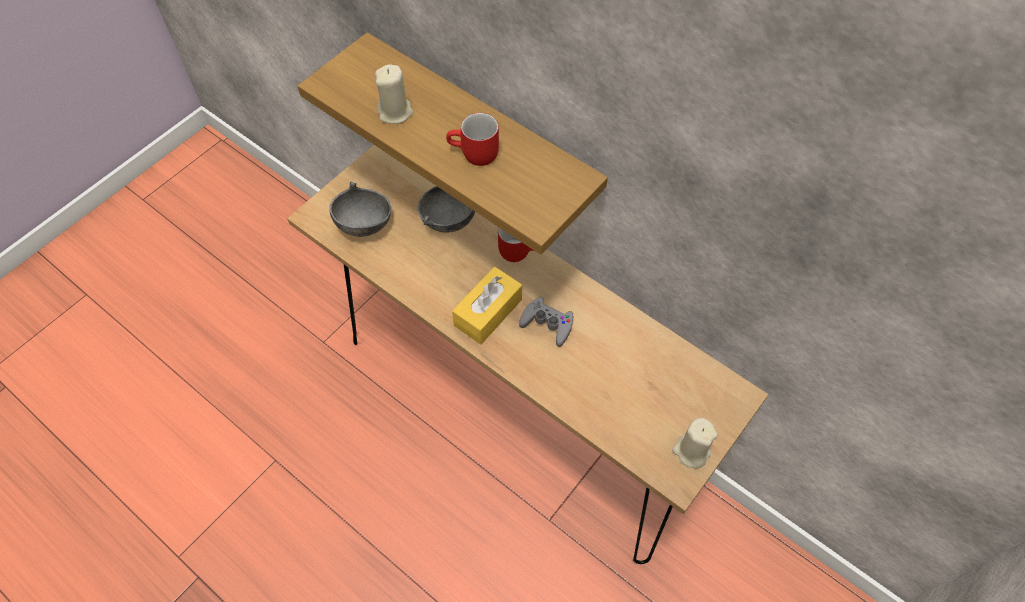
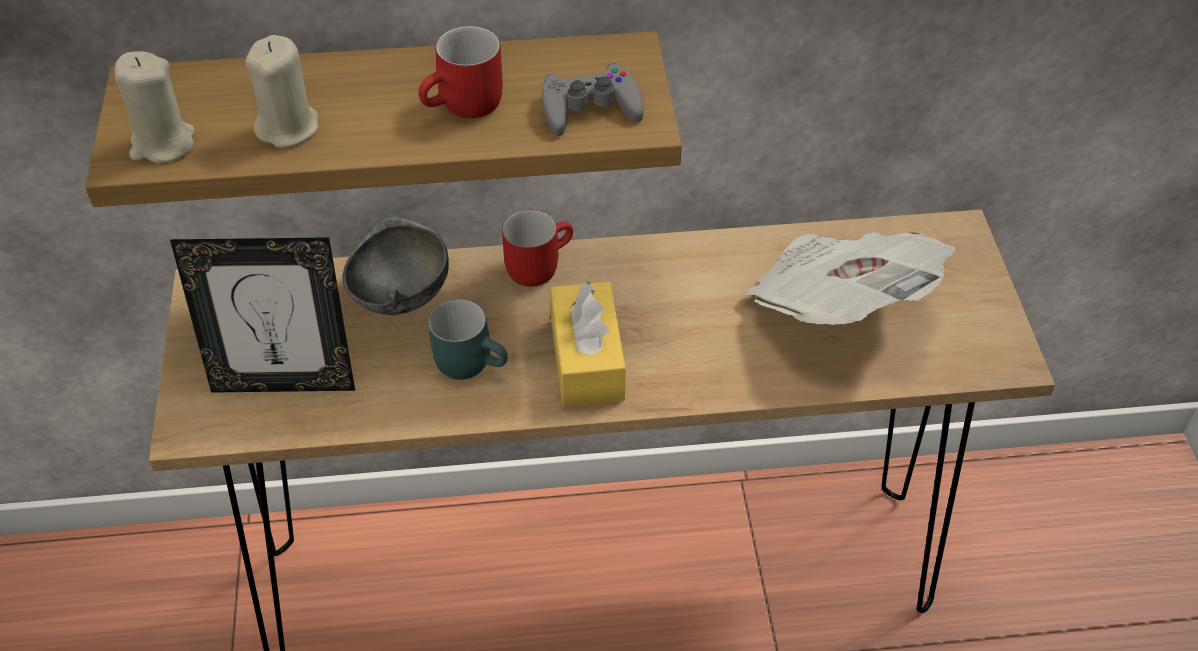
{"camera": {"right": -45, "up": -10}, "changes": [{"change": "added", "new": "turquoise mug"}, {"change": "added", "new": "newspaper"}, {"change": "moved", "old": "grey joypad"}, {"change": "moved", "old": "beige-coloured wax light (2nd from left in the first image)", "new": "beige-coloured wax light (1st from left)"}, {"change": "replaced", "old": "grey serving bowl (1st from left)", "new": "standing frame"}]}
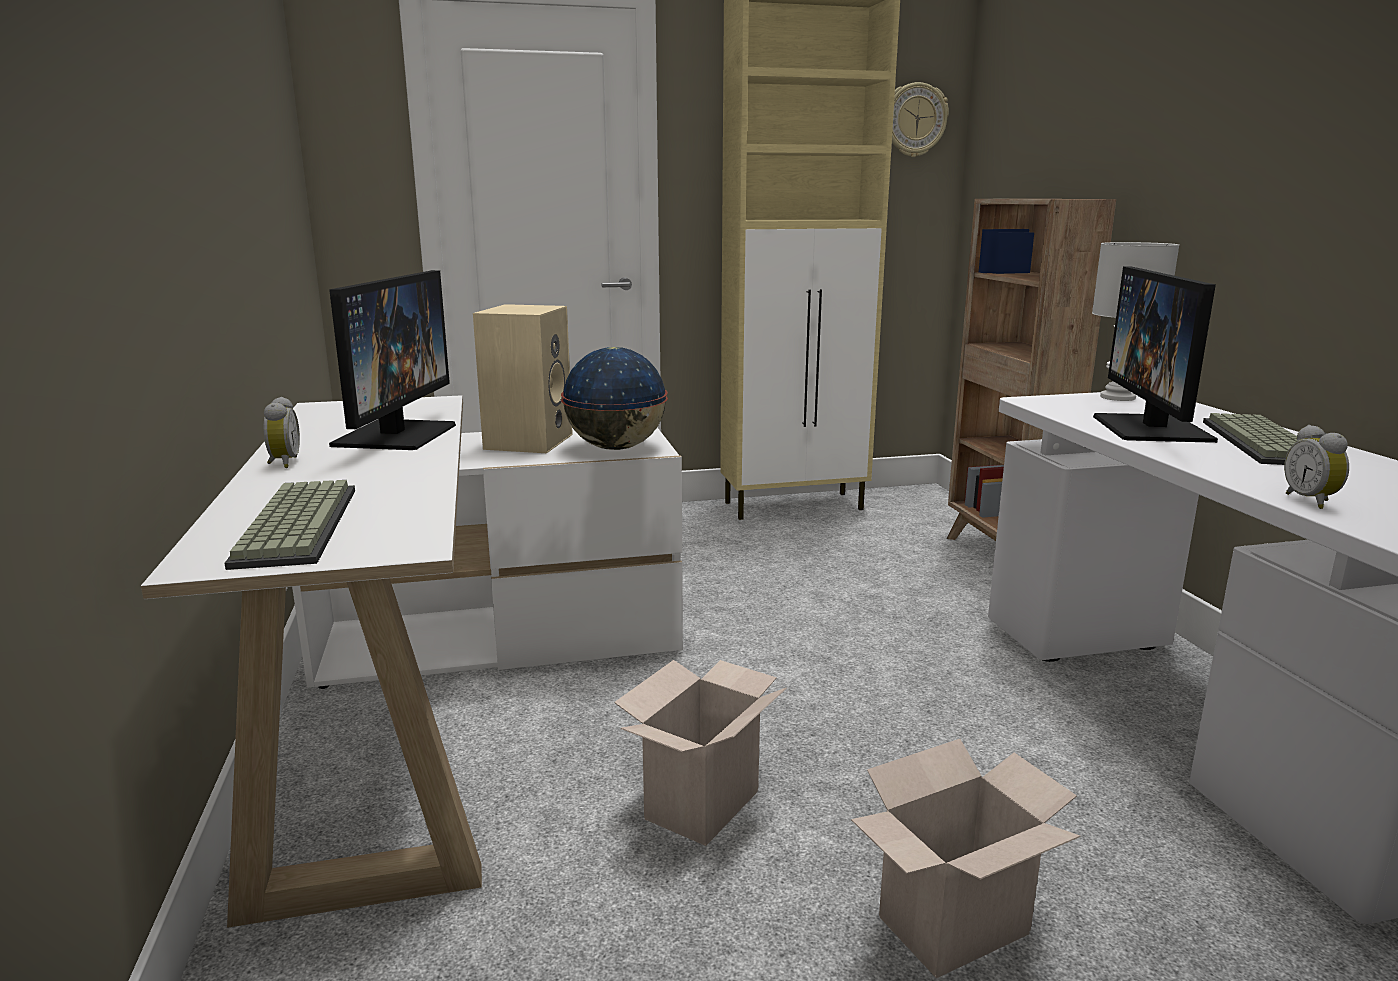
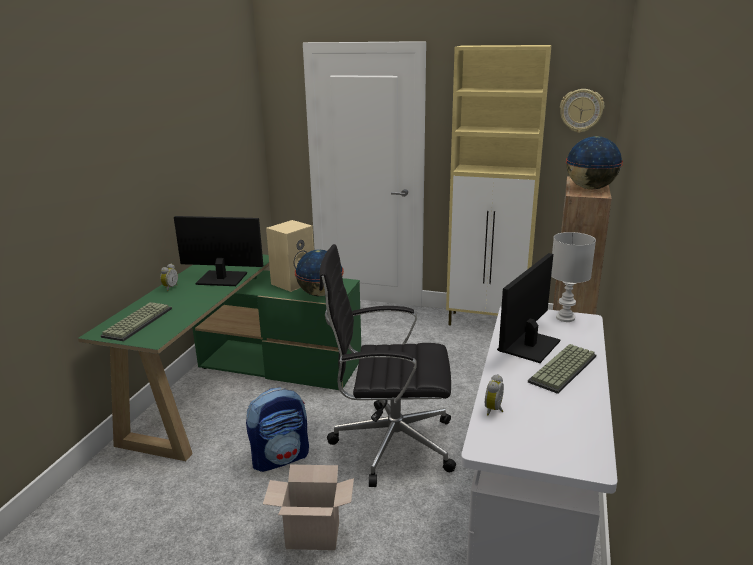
{"camera": {"right": 30, "up": 5}, "changes": [{"change": "added", "new": "black-coloured office chair"}, {"change": "added", "new": "world globe (2nd from left)"}, {"change": "replaced", "old": "packing box (1st from left)", "new": "knapsack"}, {"change": "recoloured", "old": "white desk unit (1st from left)", "new": "greenish desk unit"}, {"change": "turned", "old": "monitor (1st from left)", "degrees": -120}]}
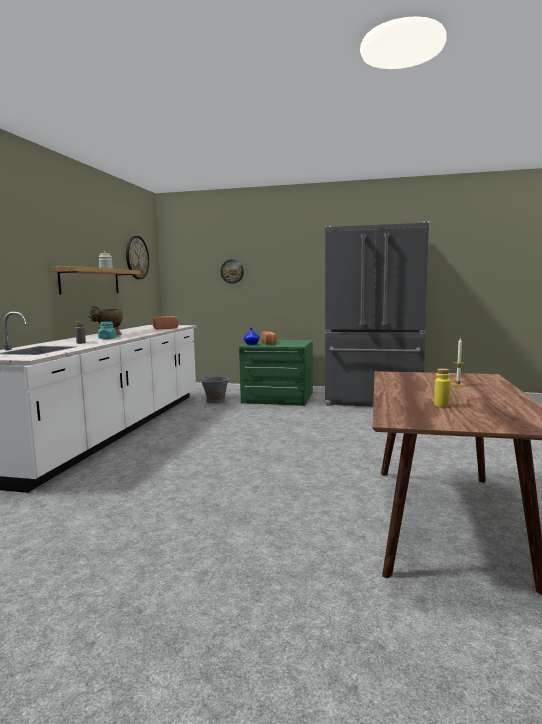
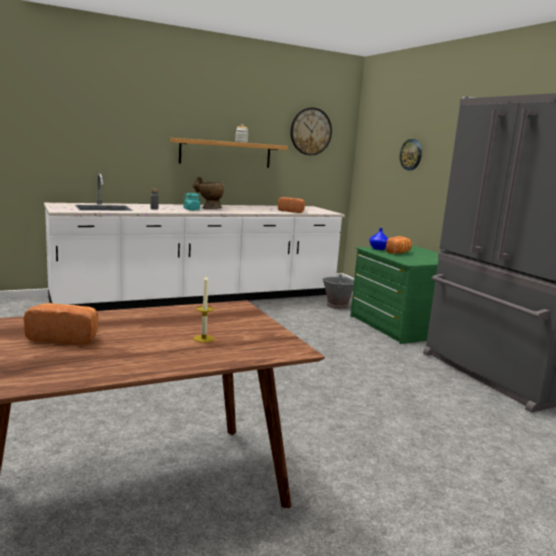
{"camera": {"right": 50, "up": 5}, "changes": [{"change": "replaced", "old": "yellow beverage bottle", "new": "bread (1st from left)"}]}
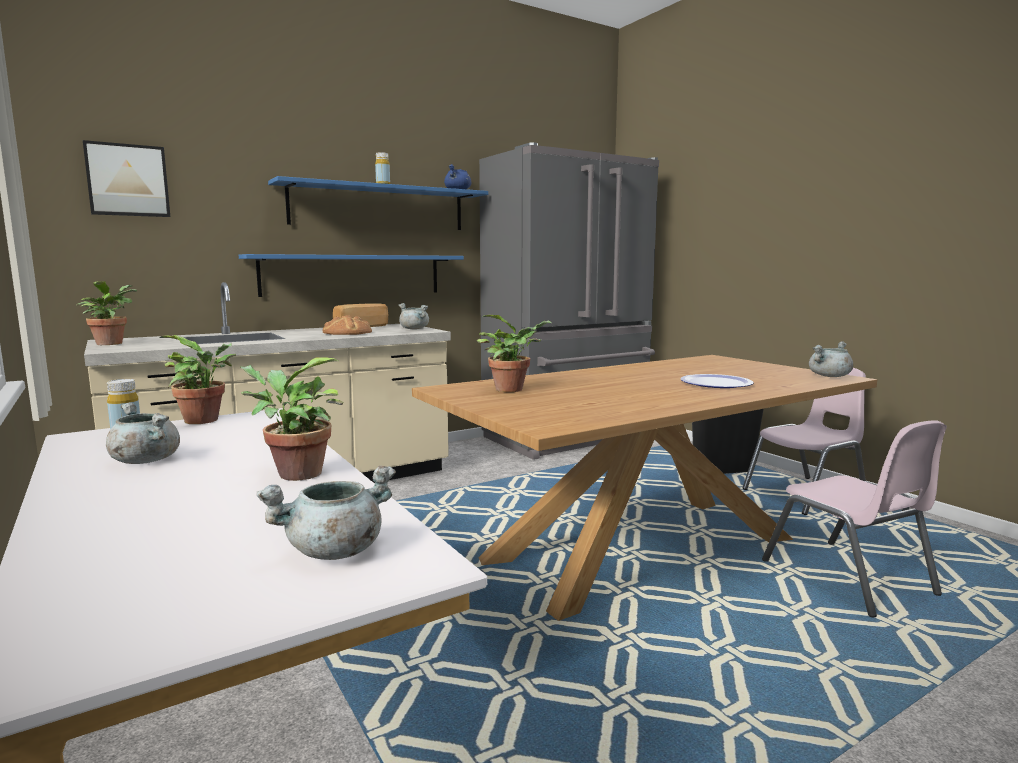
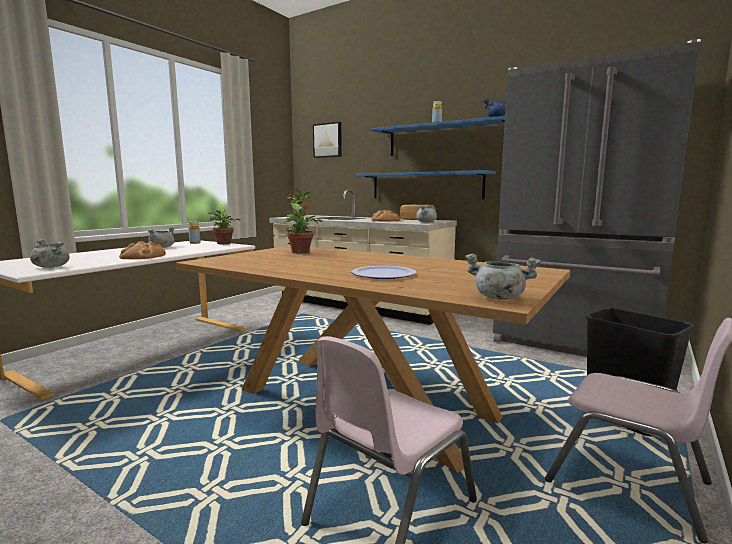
{"camera": {"right": 65, "up": 0}, "changes": [{"change": "replaced", "old": "potted plant (3rd from left)", "new": "bread (1st from left)"}]}
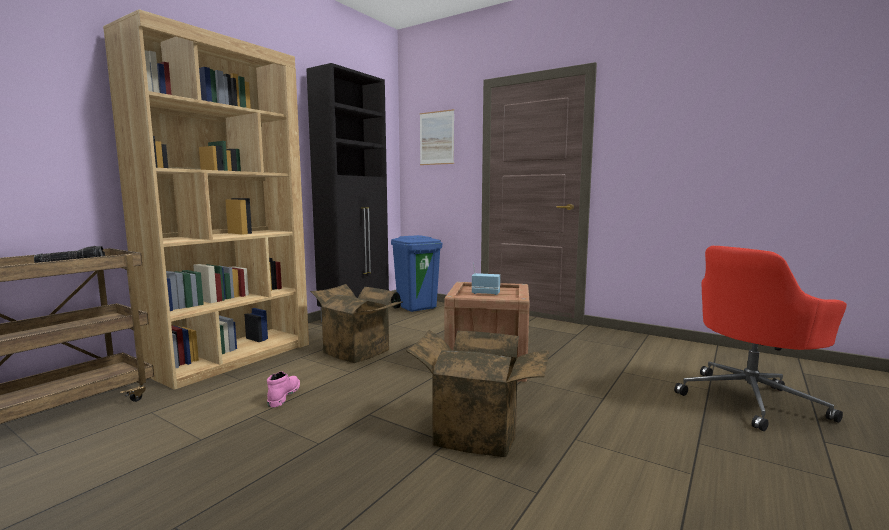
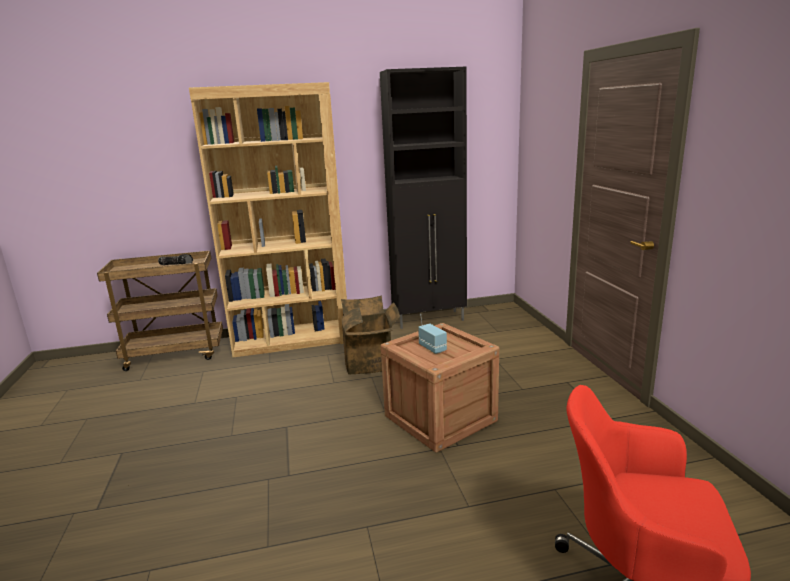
{"camera": {"right": 45, "up": 10}, "changes": [{"change": "removed", "old": "pink-coloured tall boot"}, {"change": "removed", "old": "blue waste bin"}, {"change": "removed", "old": "packing box (2nd from left)"}, {"change": "removed", "old": "wall picture"}]}
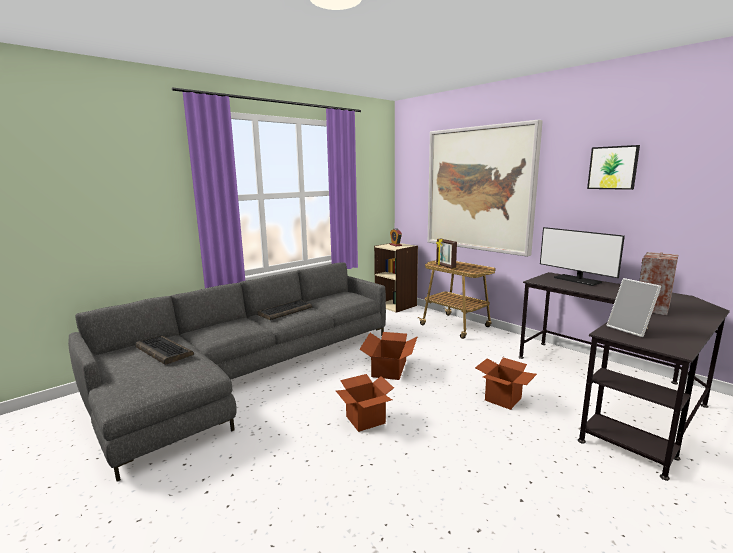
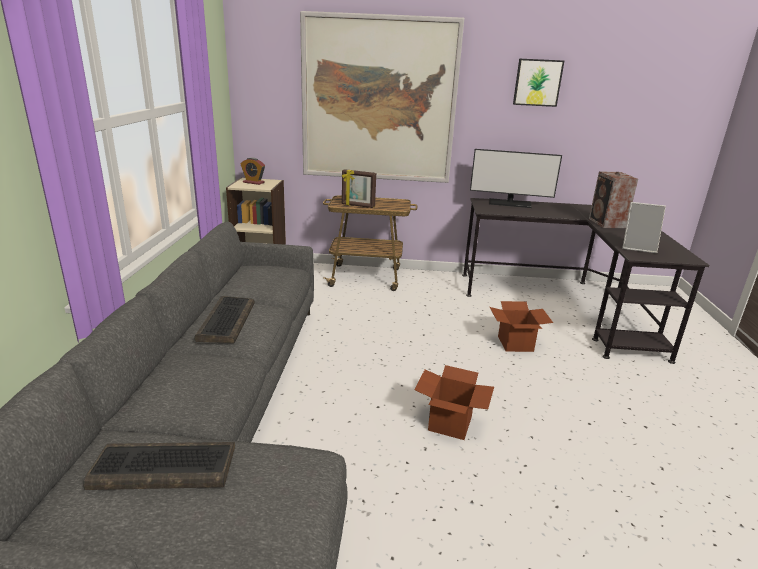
{"camera": {"right": -45, "up": 10}, "changes": [{"change": "removed", "old": "packing box (2nd from left)"}]}
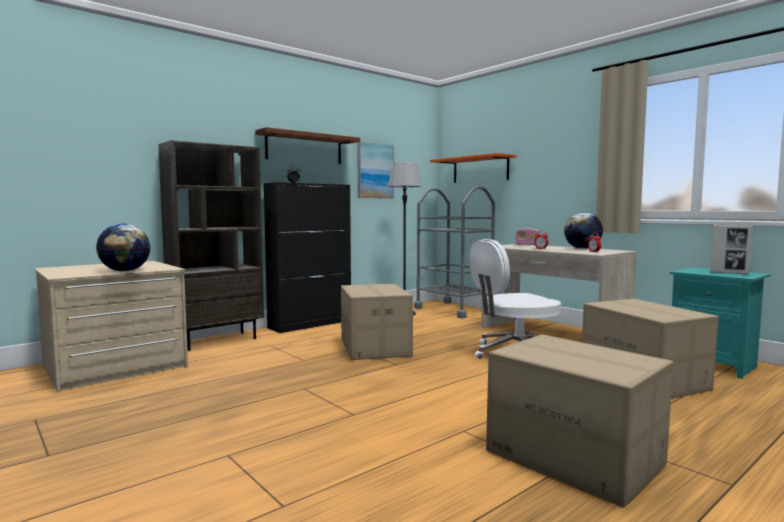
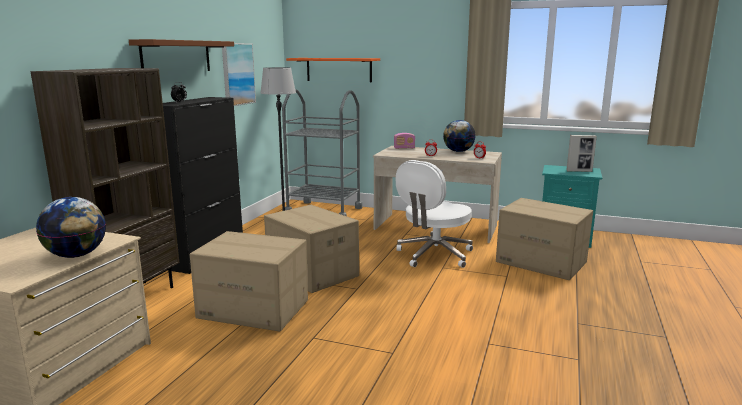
{"camera": {"right": -30, "up": 10}, "changes": [{"change": "moved", "old": "packing box (2nd from left in the first image)", "new": "packing box (1st from left)"}]}
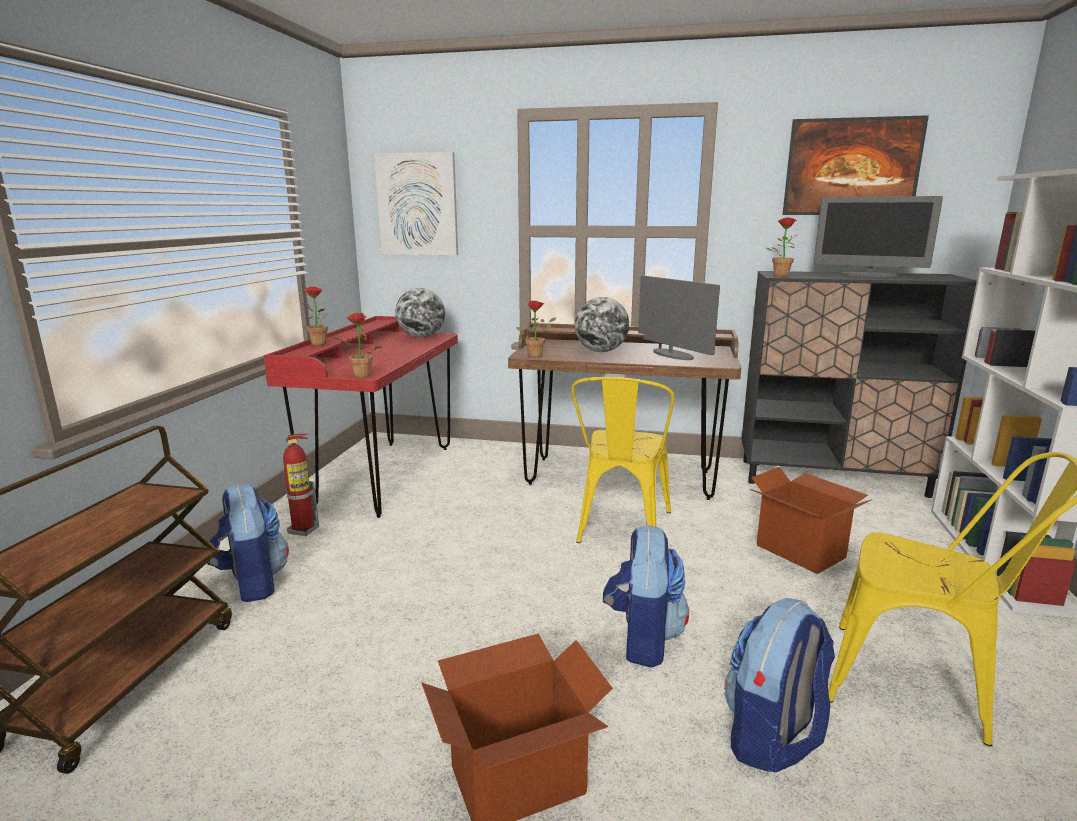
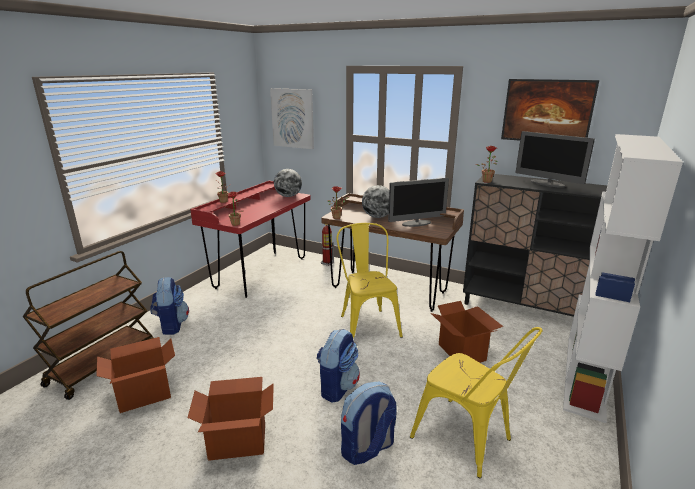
{"camera": {"right": 15, "up": 5}, "changes": [{"change": "added", "new": "packing box (1st from left)"}, {"change": "moved", "old": "extinguisher"}, {"change": "turned", "old": "yellow plain chair (1st from left)", "degrees": 135}, {"change": "turned", "old": "monitor (1st from left)", "degrees": 90}]}
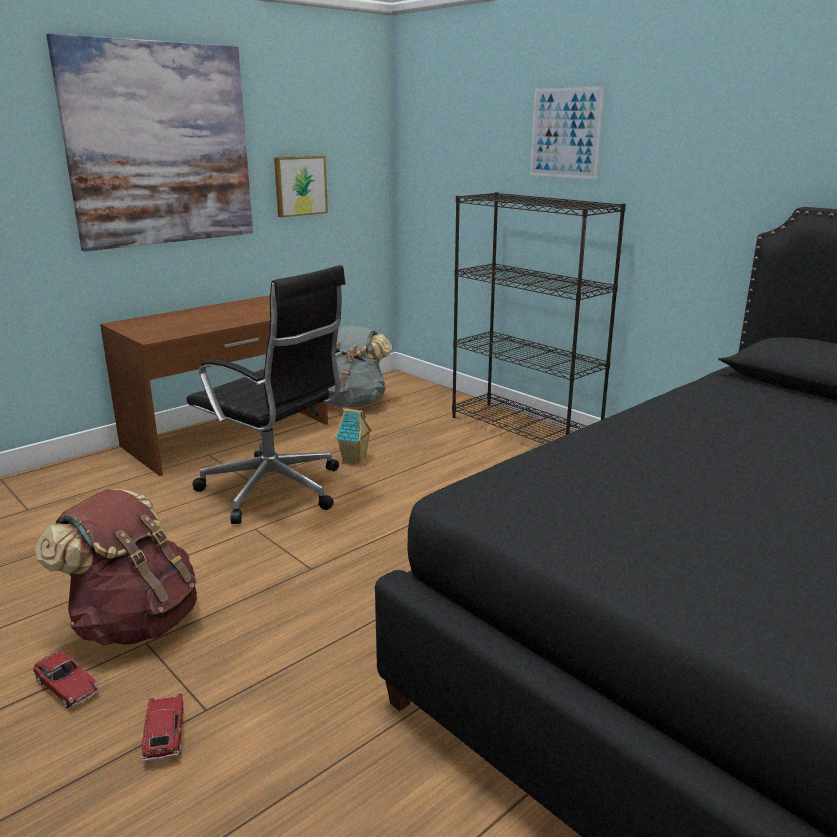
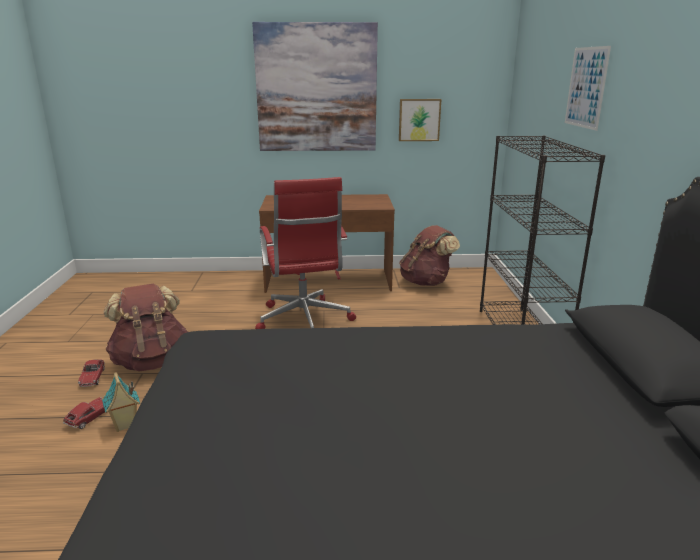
{"camera": {"right": 40, "up": 0}, "changes": [{"change": "moved", "old": "miniature house"}, {"change": "recoloured", "old": "black-coloured office chair", "new": "red-coloured office chair"}, {"change": "recoloured", "old": "grey knapsack", "new": "brownish knapsack (2nd from left)"}]}
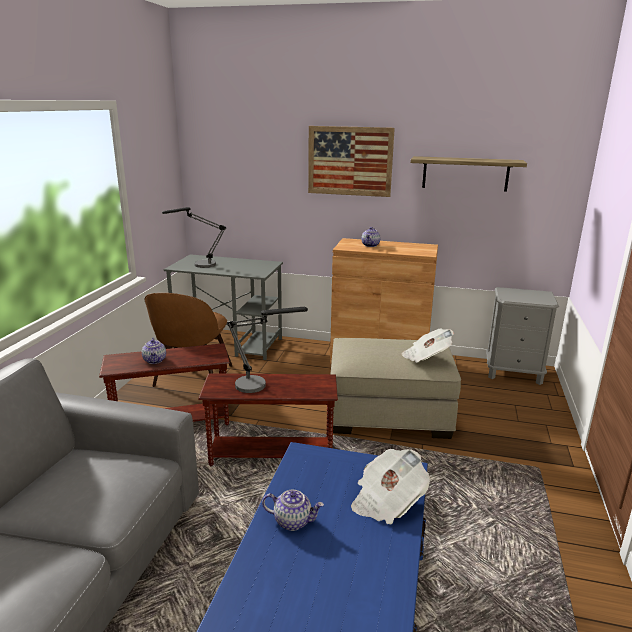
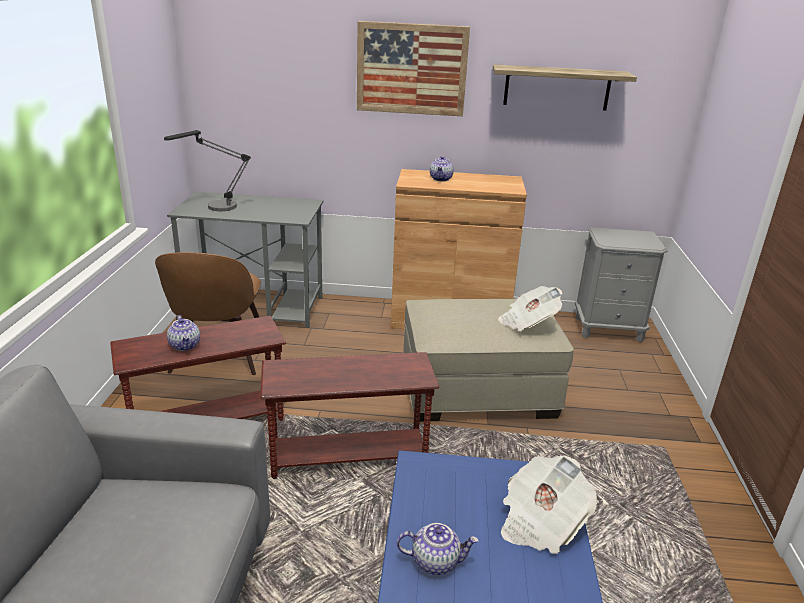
{"camera": {"right": -10, "up": 5}, "changes": [{"change": "removed", "old": "table lamp (2nd from left)"}]}
